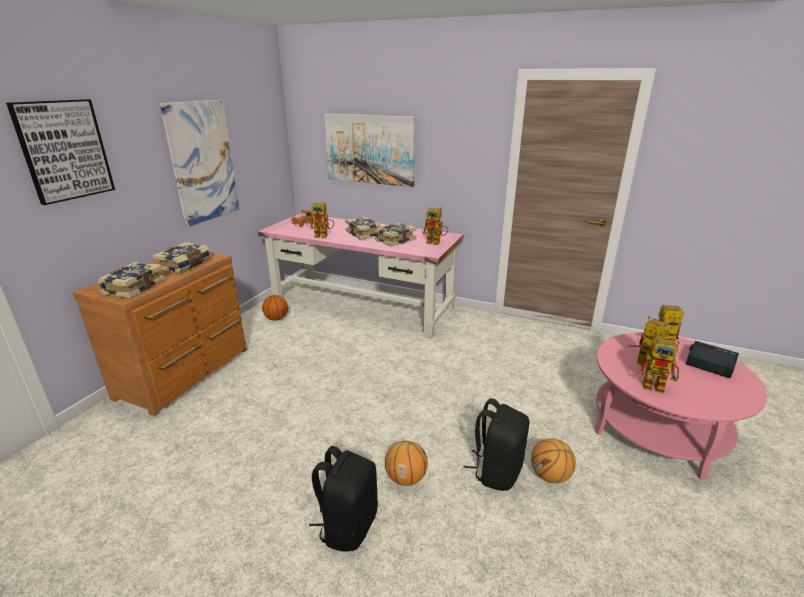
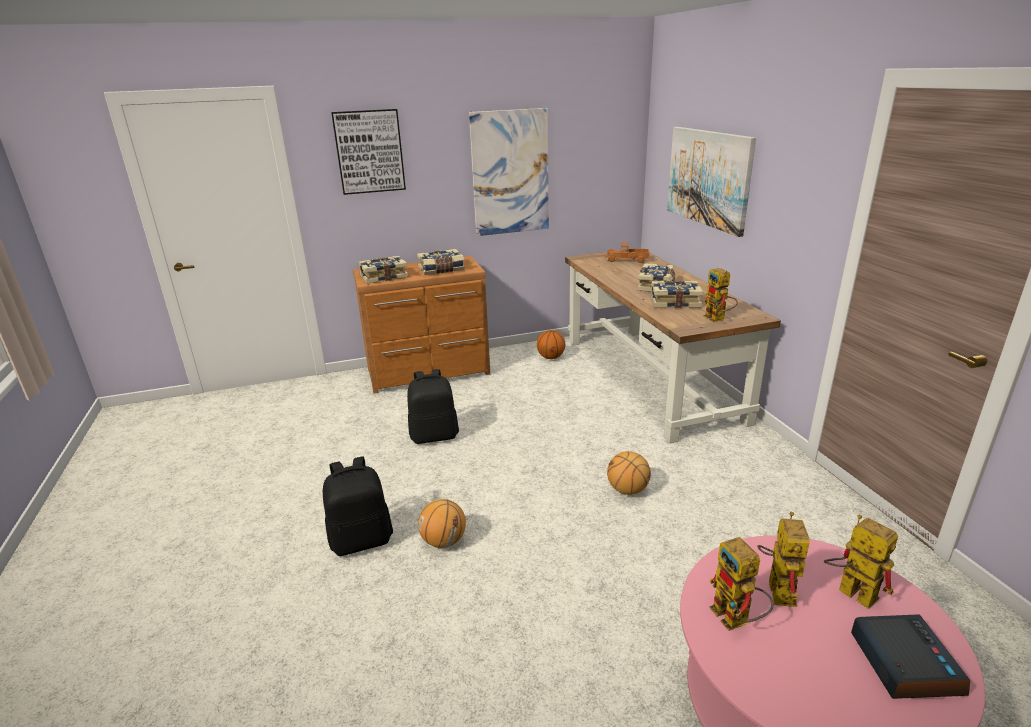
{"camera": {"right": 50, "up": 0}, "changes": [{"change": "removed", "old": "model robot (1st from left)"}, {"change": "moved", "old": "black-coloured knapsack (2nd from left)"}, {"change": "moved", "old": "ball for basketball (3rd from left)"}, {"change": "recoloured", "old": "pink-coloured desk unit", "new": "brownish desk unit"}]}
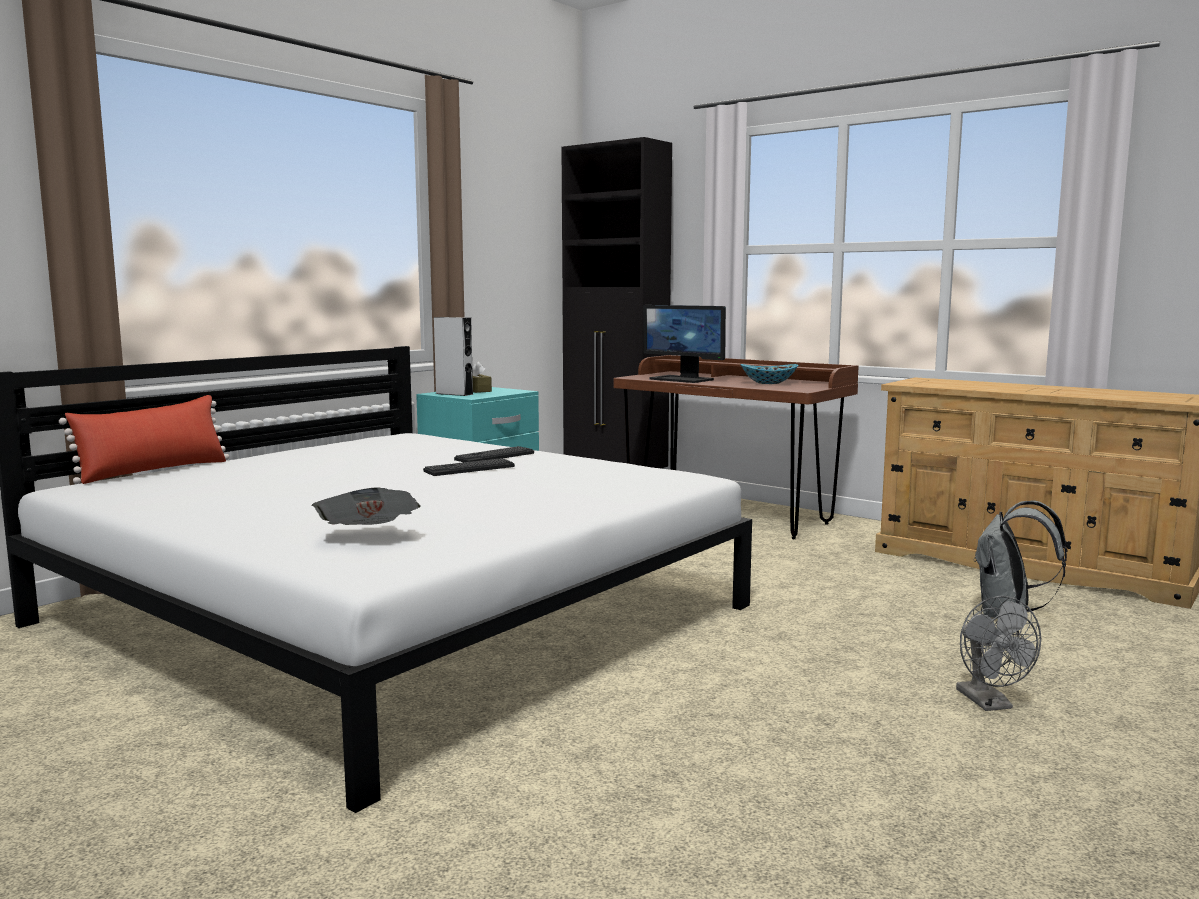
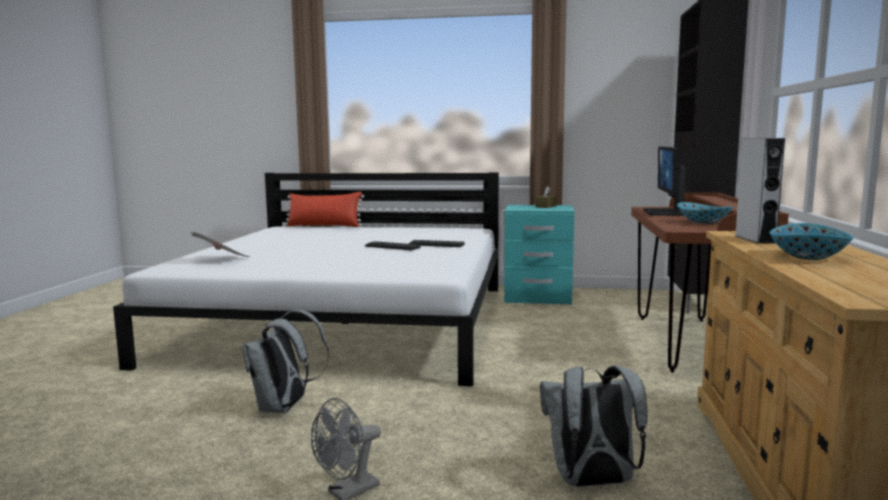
{"camera": {"right": 60, "up": 0}, "changes": [{"change": "added", "new": "grey knapsack (1st from left)"}, {"change": "added", "new": "serving bowl (2nd from left)"}, {"change": "moved", "old": "grey loudspeaker"}]}
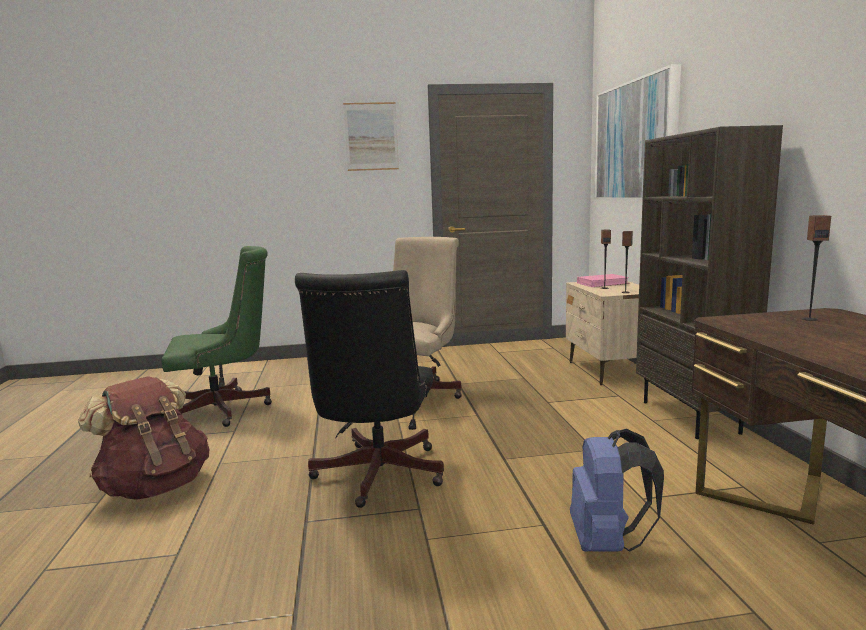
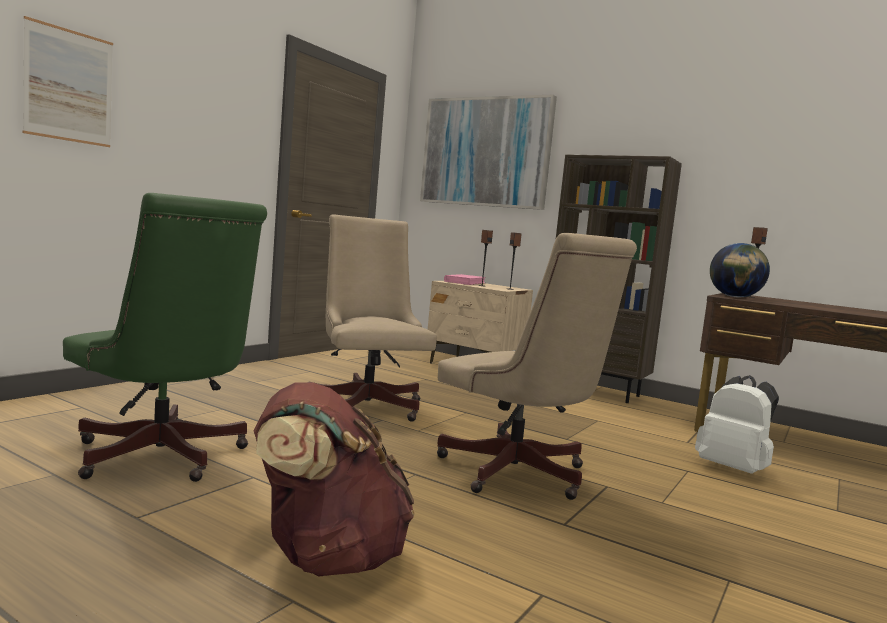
{"camera": {"right": -50, "up": -5}, "changes": [{"change": "added", "new": "world globe"}, {"change": "moved", "old": "wall picture (1st from left)"}, {"change": "recoloured", "old": "black-coloured office chair", "new": "beige-coloured office chair (2nd from left)"}, {"change": "recoloured", "old": "blue knapsack", "new": "white knapsack"}, {"change": "turned", "old": "greenish office chair", "degrees": 105}]}
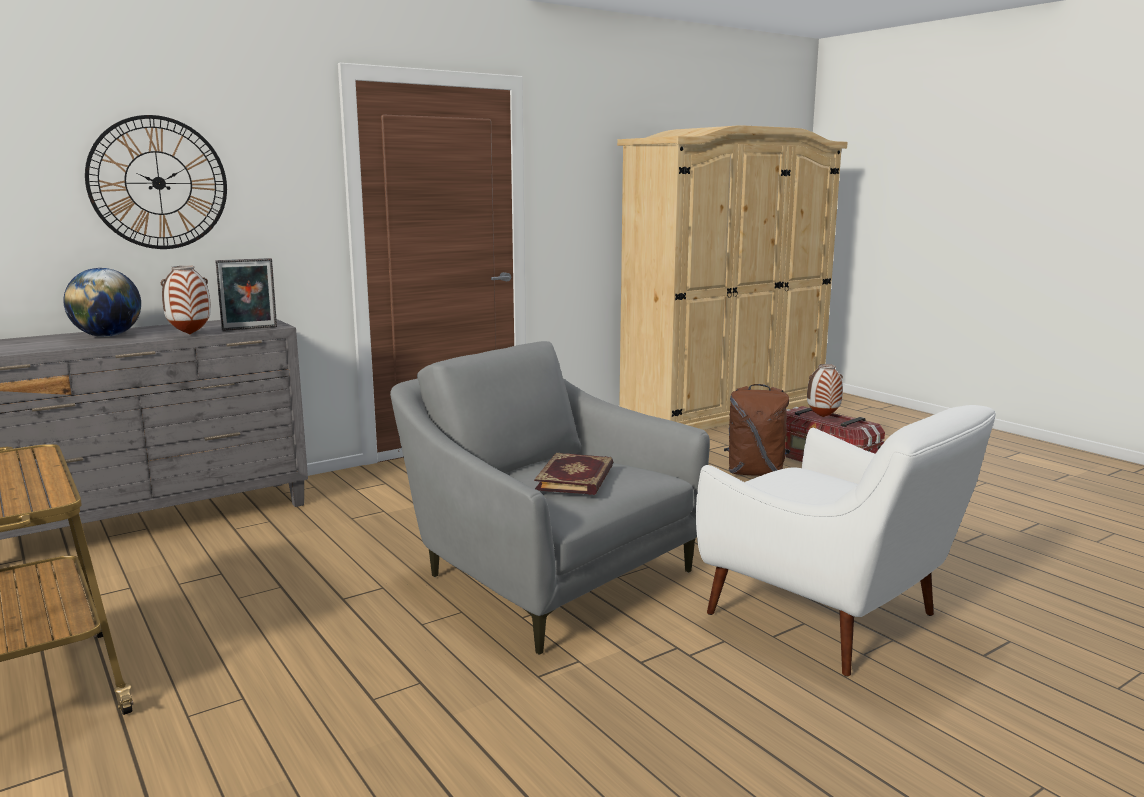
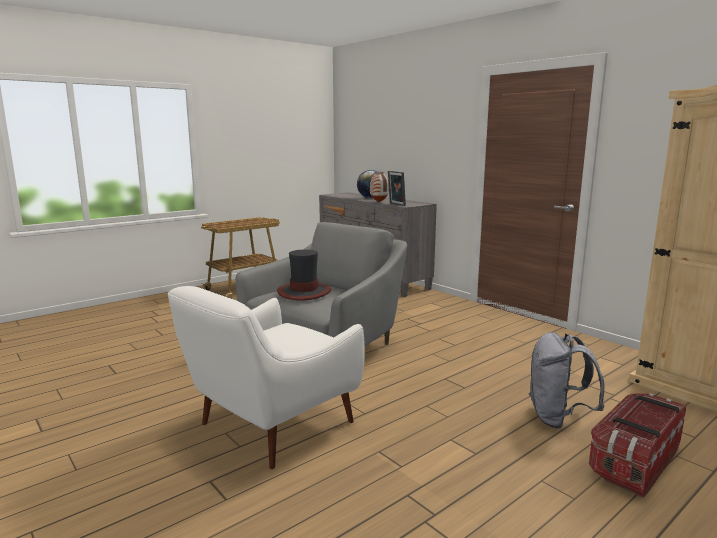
{"camera": {"right": 85, "up": 0}, "changes": [{"change": "removed", "old": "hanging clock"}, {"change": "removed", "old": "decorative vase (2nd from left)"}, {"change": "replaced", "old": "bound book", "new": "hat"}, {"change": "recoloured", "old": "brownish knapsack", "new": "grey knapsack"}]}
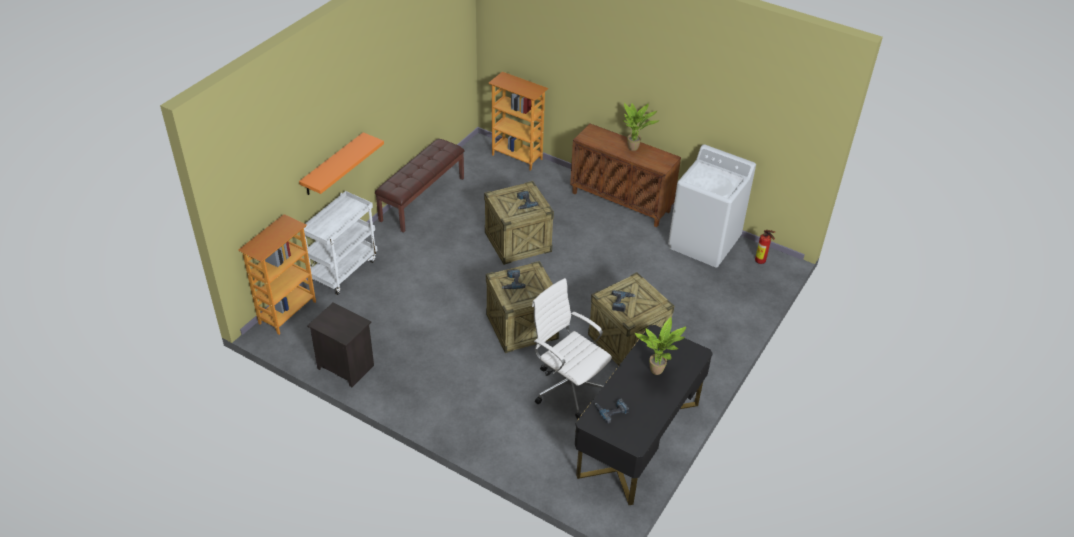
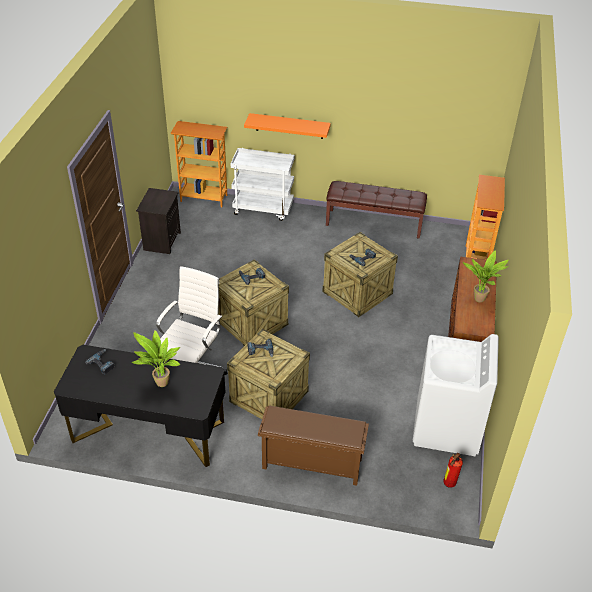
{"camera": {"right": 70, "up": 0}, "changes": [{"change": "added", "new": "brownish shoe rack"}]}
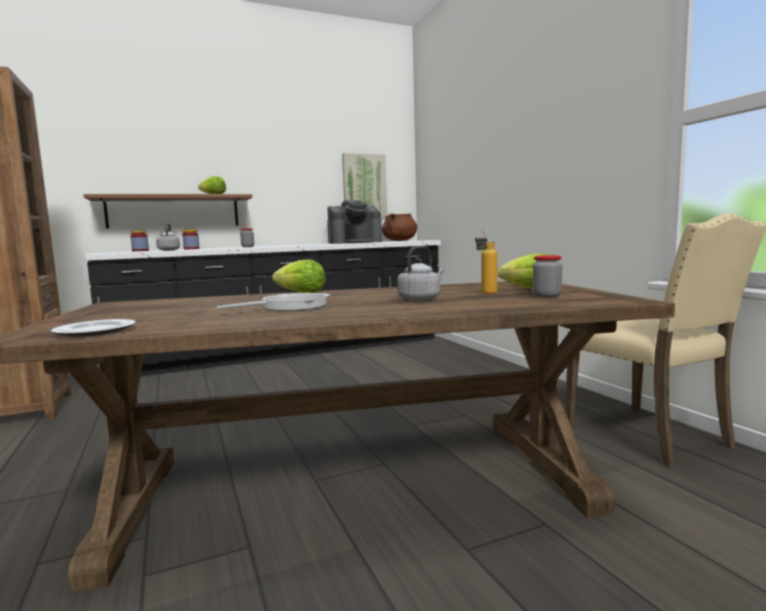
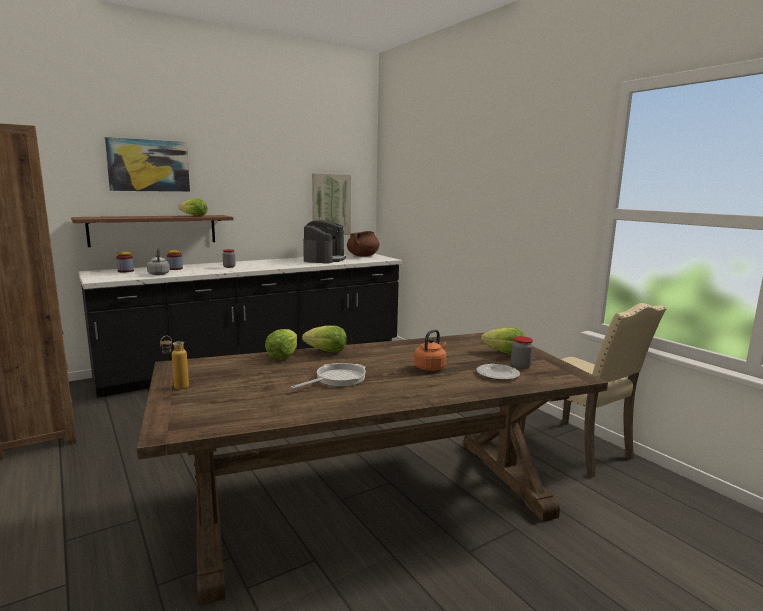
{"camera": {"right": -10, "up": 5}, "changes": [{"change": "added", "new": "wall picture (1st from left)"}, {"change": "added", "new": "lettuce (2nd from left)"}, {"change": "moved", "old": "plate"}, {"change": "moved", "old": "beverage bottle"}, {"change": "recoloured", "old": "grey tea kettle (2nd from left)", "new": "orange tea kettle"}, {"change": "turned", "old": "coffee maker", "degrees": -45}]}
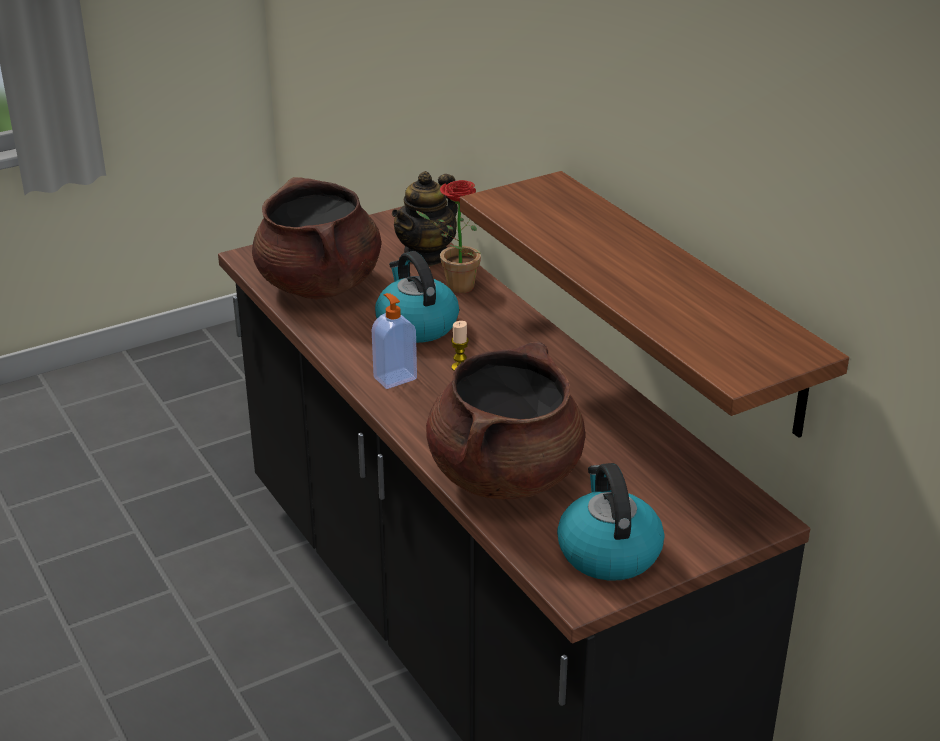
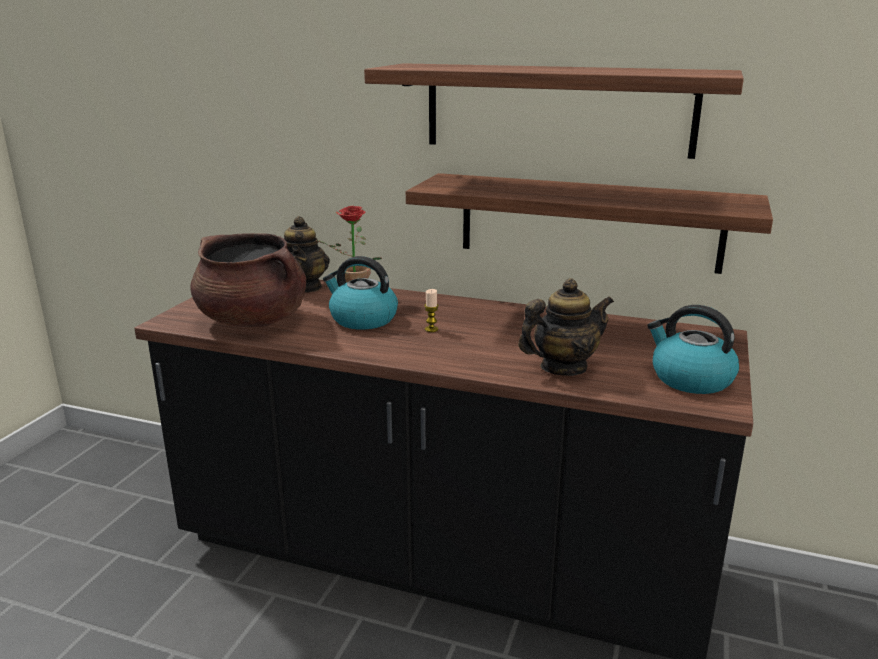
{"camera": {"right": -40, "up": -10}, "changes": [{"change": "removed", "old": "soap bottle"}, {"change": "added", "new": "shelf (1st from left)"}, {"change": "replaced", "old": "brownish stockpot (2nd from left)", "new": "teapot (2nd from left)"}]}
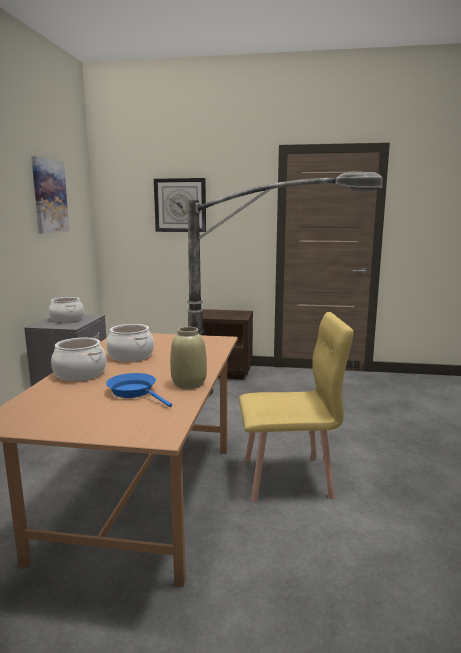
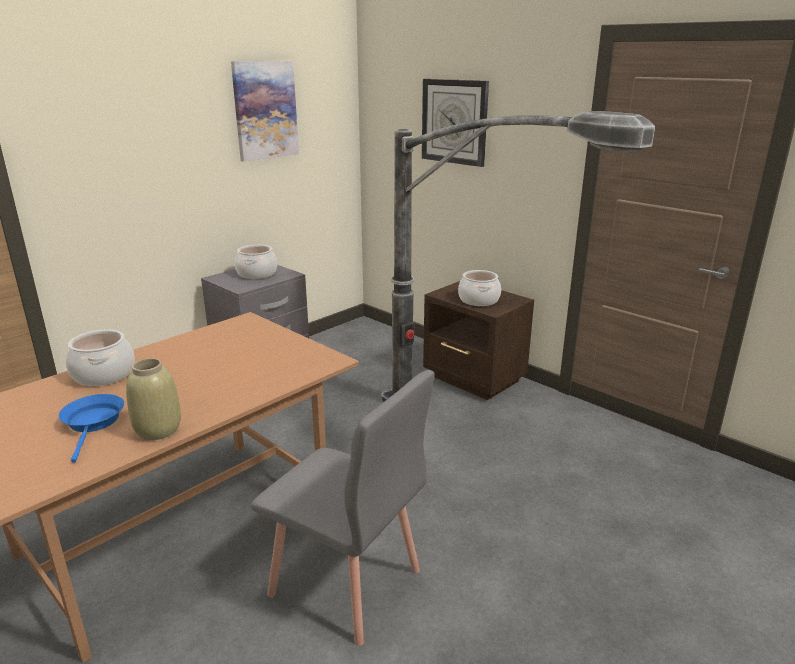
{"camera": {"right": 35, "up": 10}, "changes": [{"change": "moved", "old": "stockpot (3rd from left)"}, {"change": "recoloured", "old": "yellow plain chair", "new": "grey plain chair"}]}
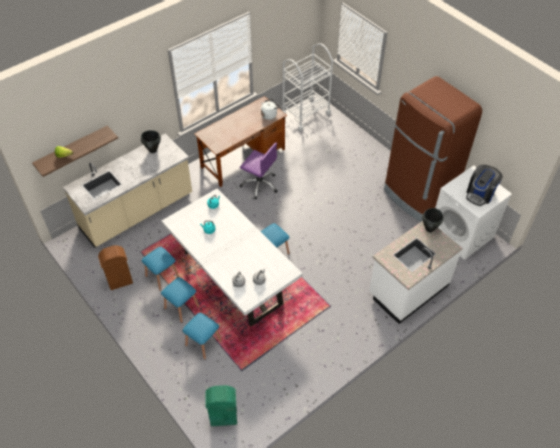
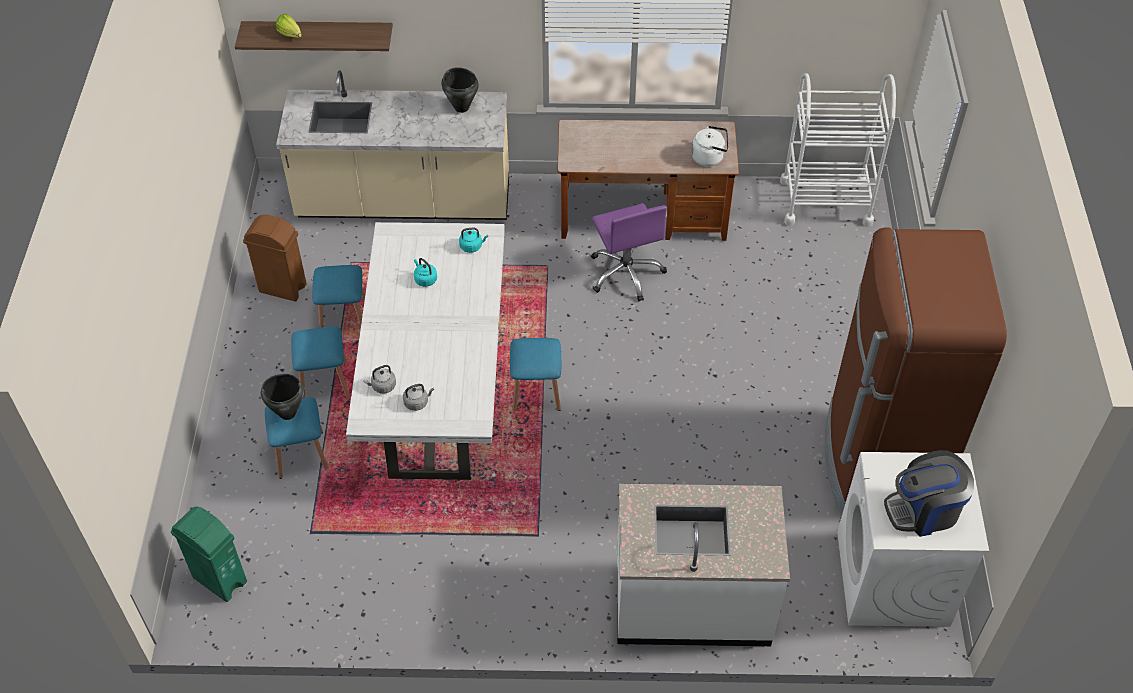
{"camera": {"right": 40, "up": 0}, "changes": [{"change": "moved", "old": "black-coloured stockpot (2nd from left in the first image)", "new": "black-coloured stockpot (1st from left)"}]}
